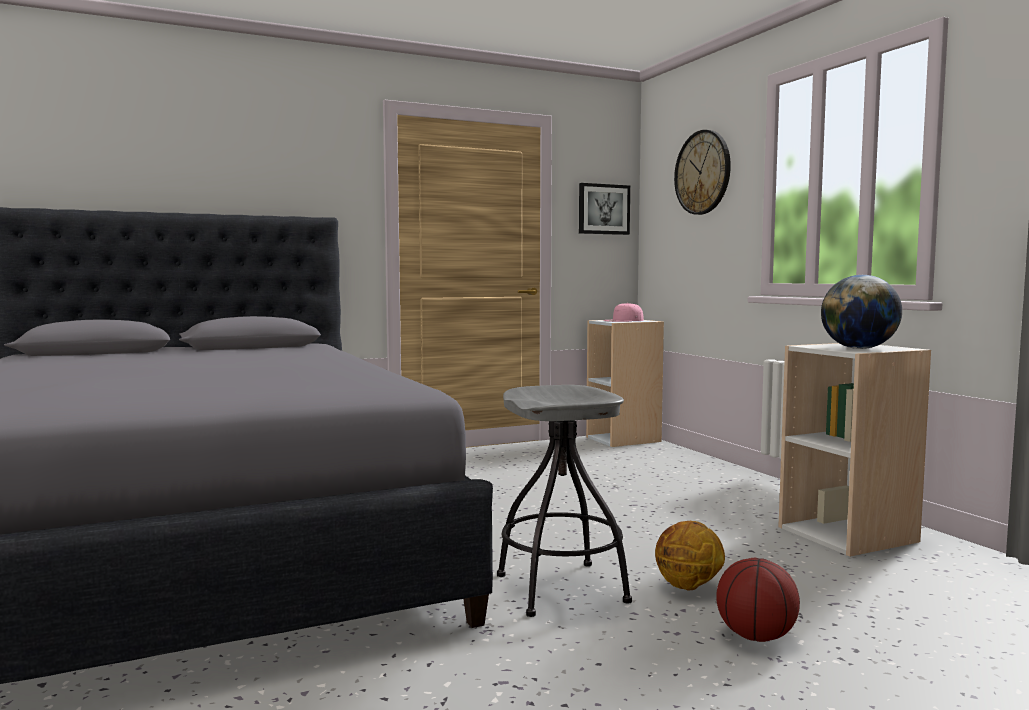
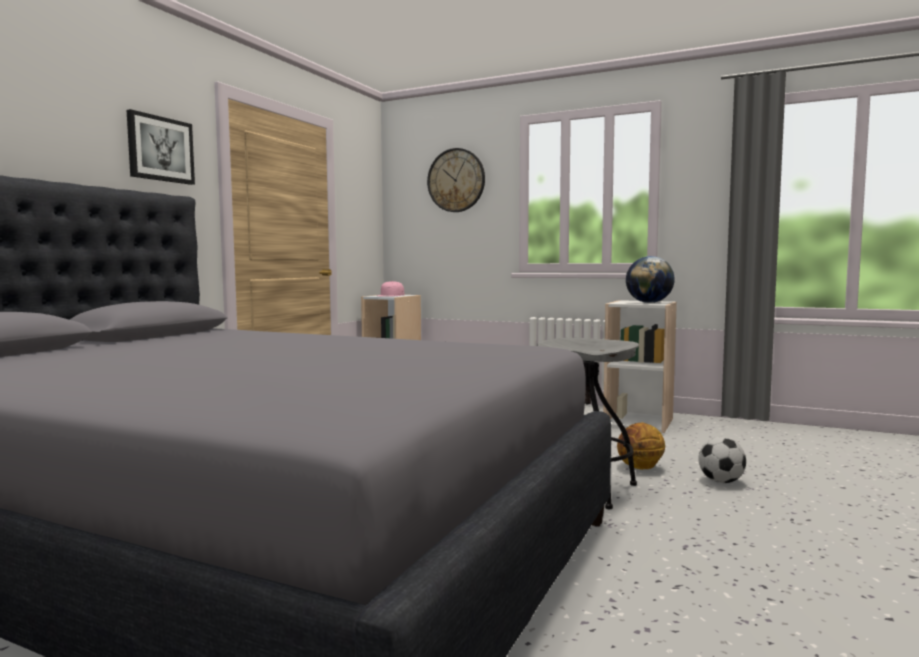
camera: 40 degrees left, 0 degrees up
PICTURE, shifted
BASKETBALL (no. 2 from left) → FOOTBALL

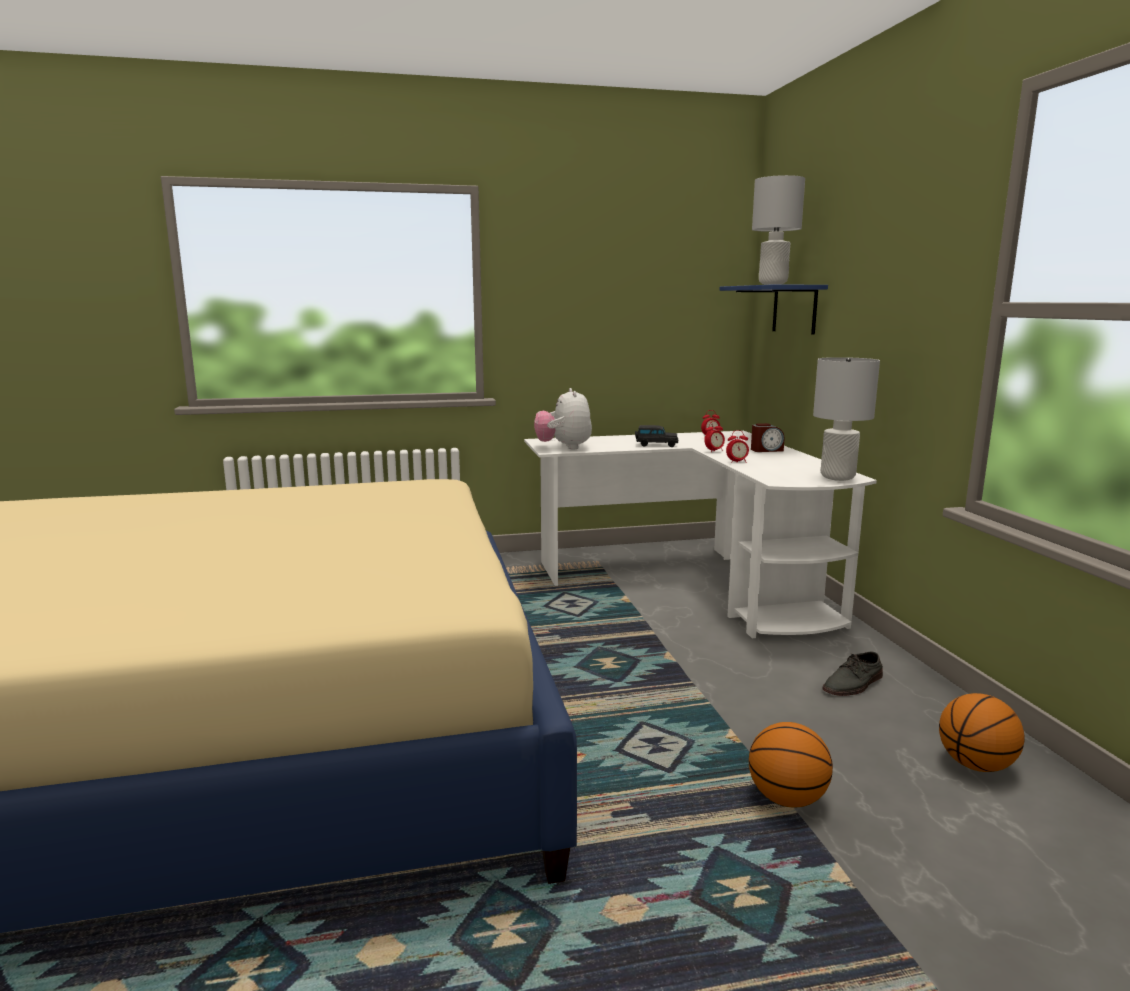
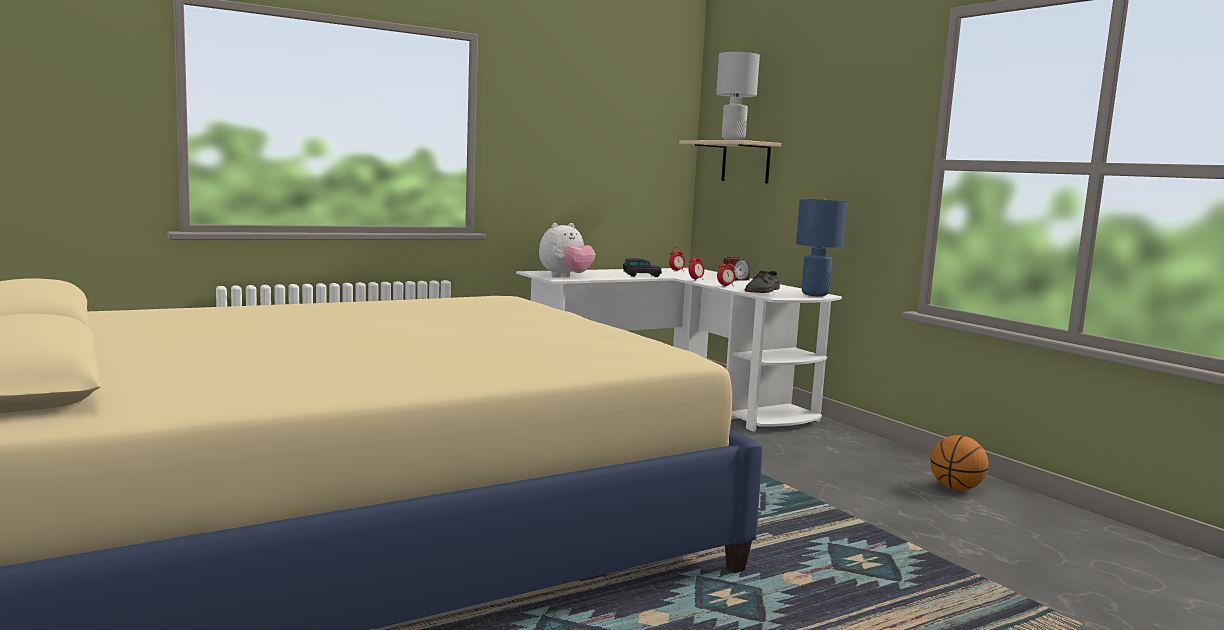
camera: 20 degrees left, 5 degrees down
BLUE SHELF → BEIGE SHELF
GREY TABLE LAMP (no. 2 from left) → BLUE TABLE LAMP
PLUSH TOY, 105 degrees counterclockwise
GREY SHOE, shifted
BASKETBALL (no. 1 from left) → -

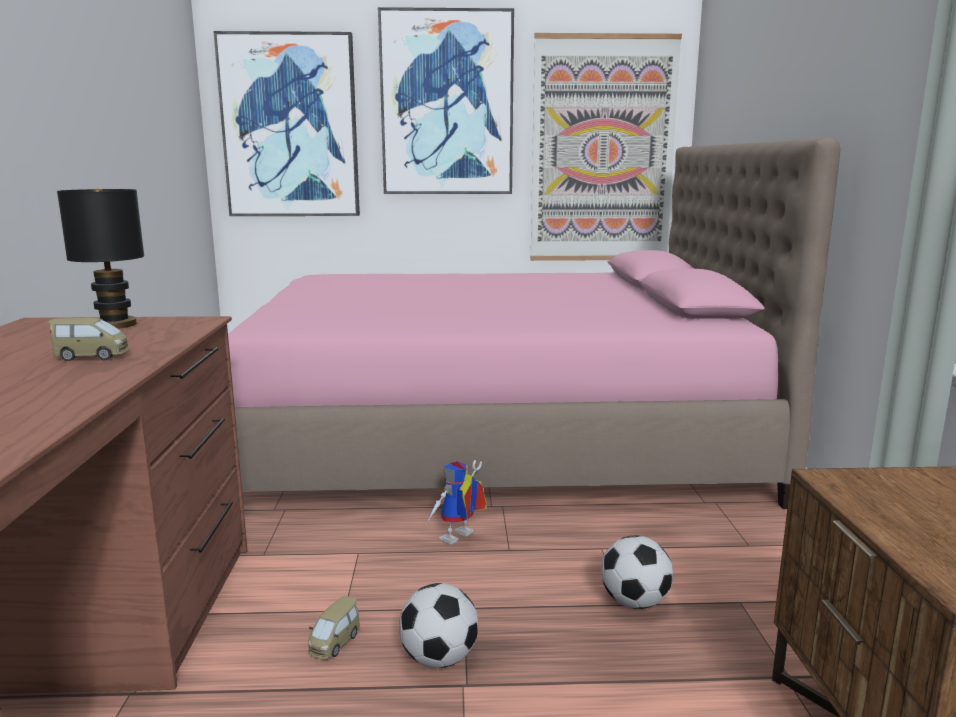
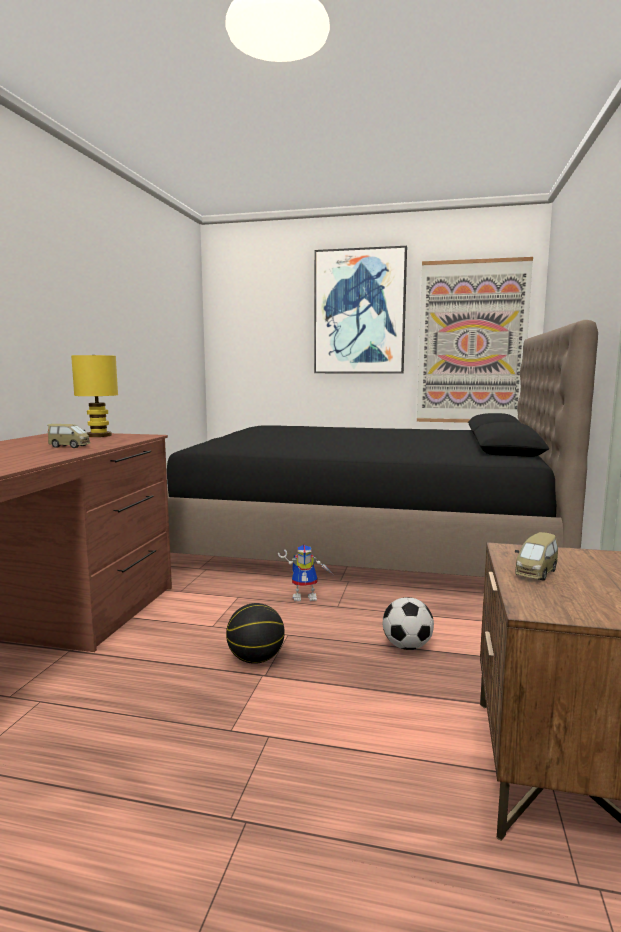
camera: 15 degrees right, 5 degrees down
PICTURE (no. 1 from left) → -
PINK BED → BLACK BED
BLACK TABLE LAMP → YELLOW TABLE LAMP
TOY ROBOT, 150 degrees counterclockwise
FOOTBALL (no. 1 from left) → BASKETBALL
TOY CAR (no. 2 from left), shifted

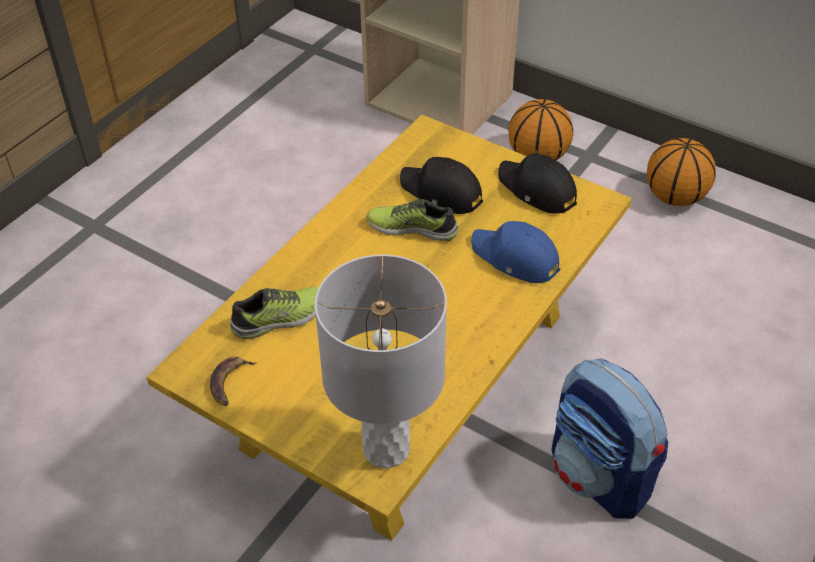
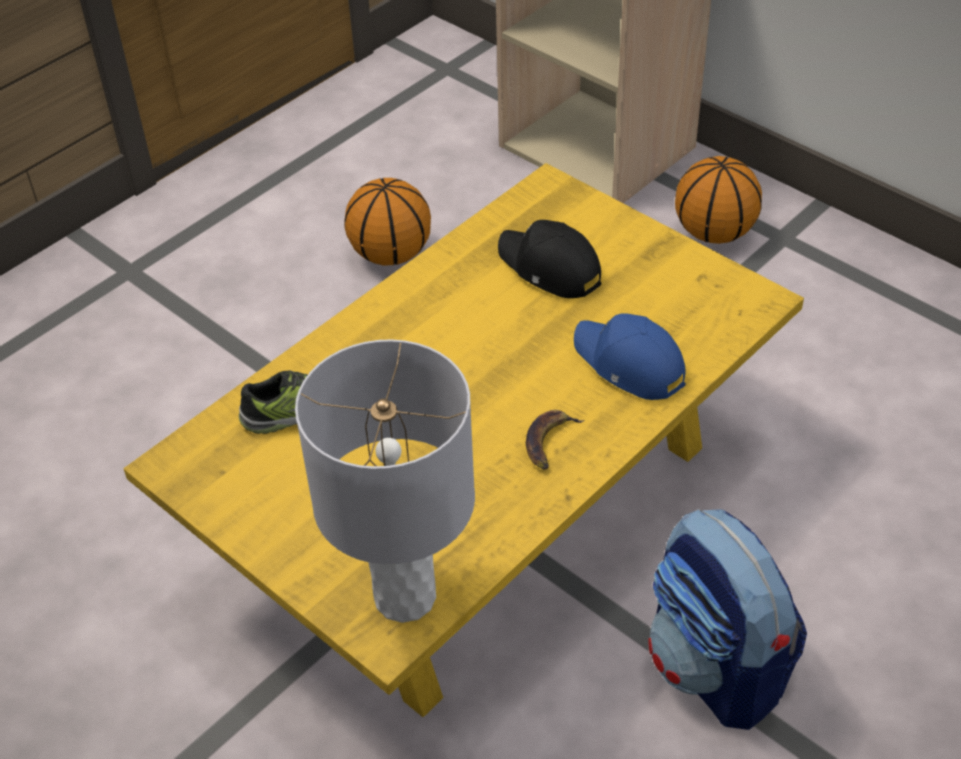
camera: 10 degrees right, 0 degrees up
BASKETBALL (no. 2 from left in the first image) → BASKETBALL (no. 1 from left), shifted
BLACK CAP (no. 2 from left) → -
SHOE (no. 2 from left) → -
BANANA, shifted

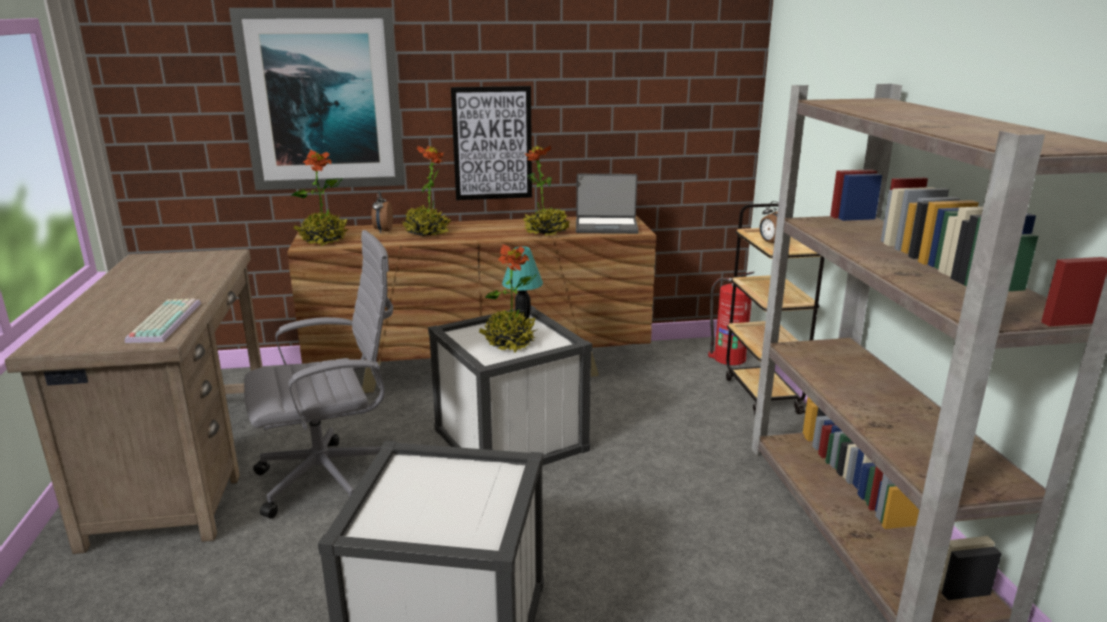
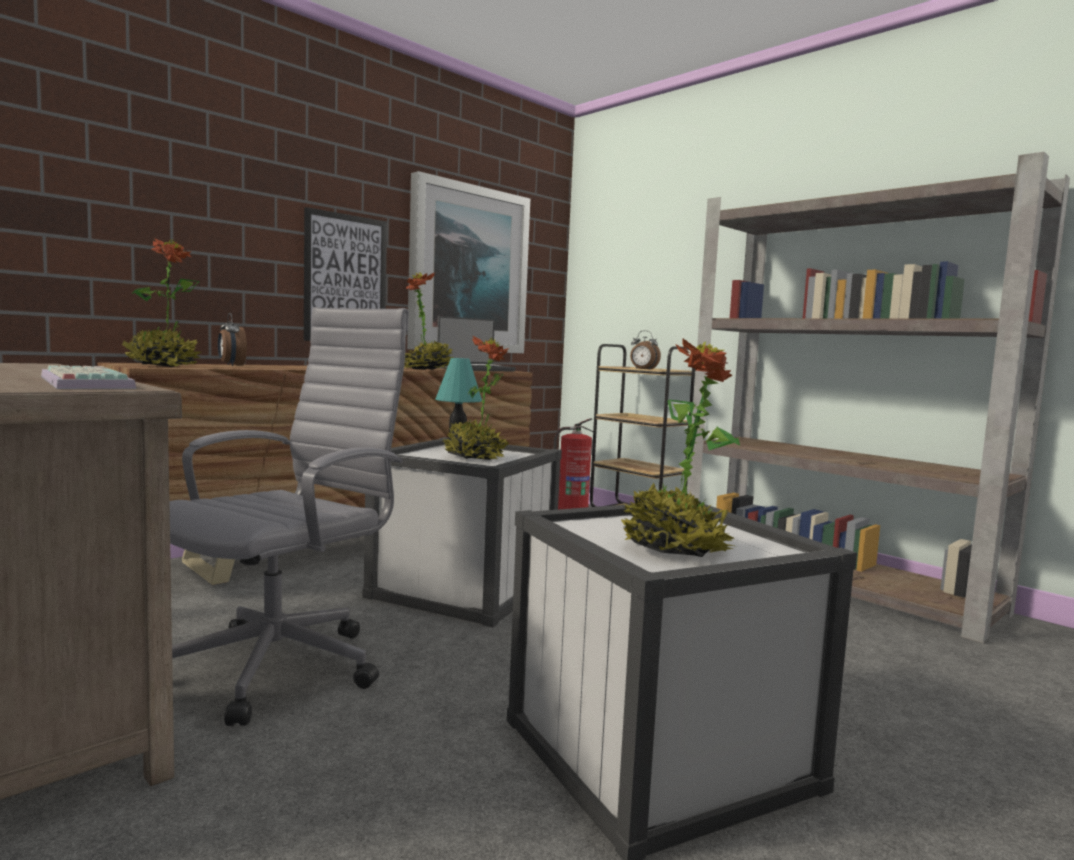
camera: 35 degrees left, 15 degrees down
PICTURE (no. 1 from left in the first image) → PICTURE (no. 2 from left), shifted
POTTED PLANT (no. 2 from left in the first image) → POTTED PLANT (no. 4 from left), shifted

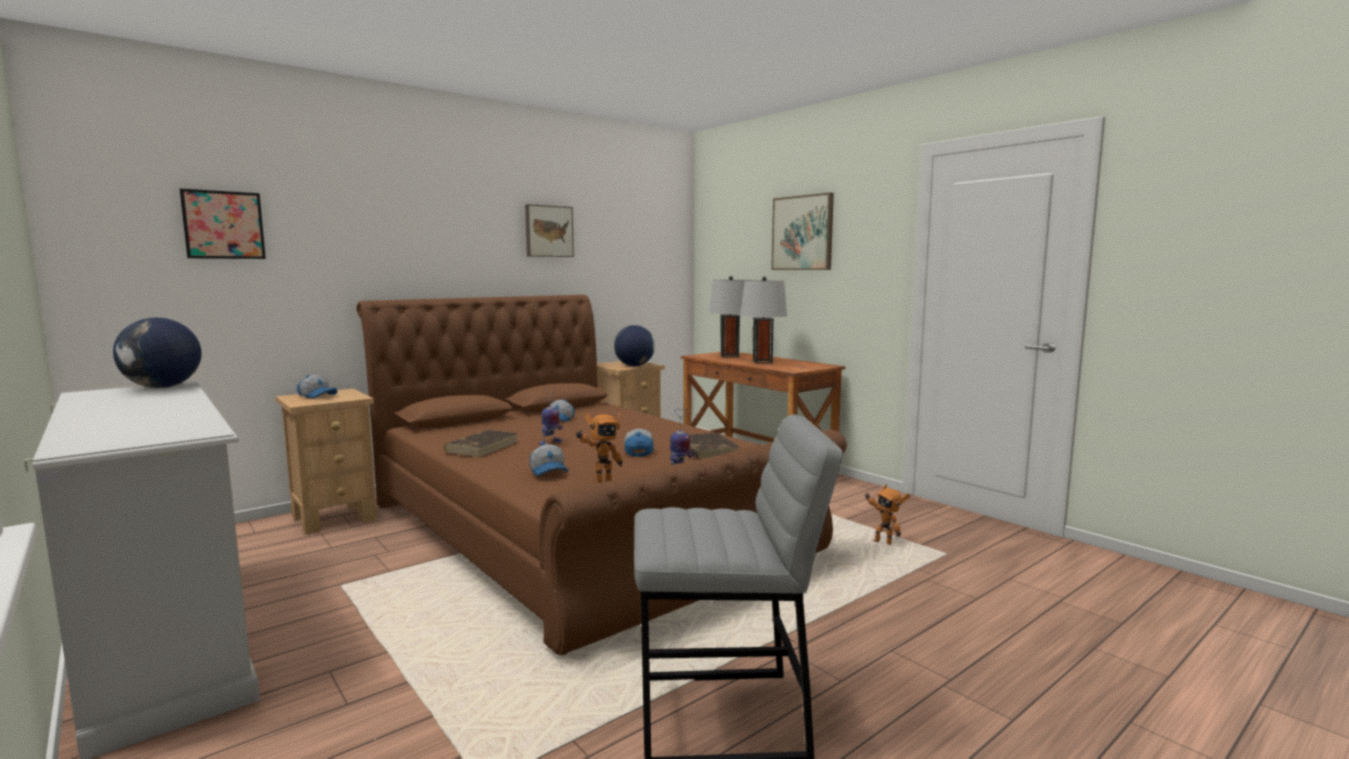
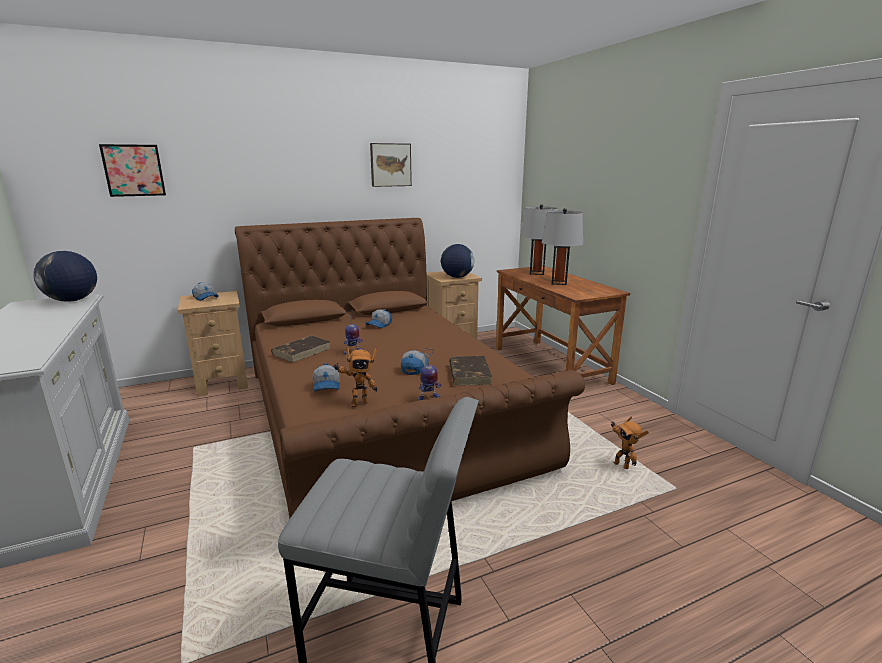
camera: 15 degrees right, 10 degrees up
PICTURE (no. 3 from left) → -

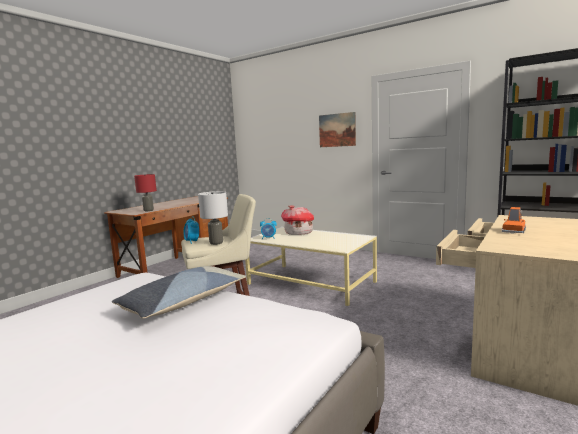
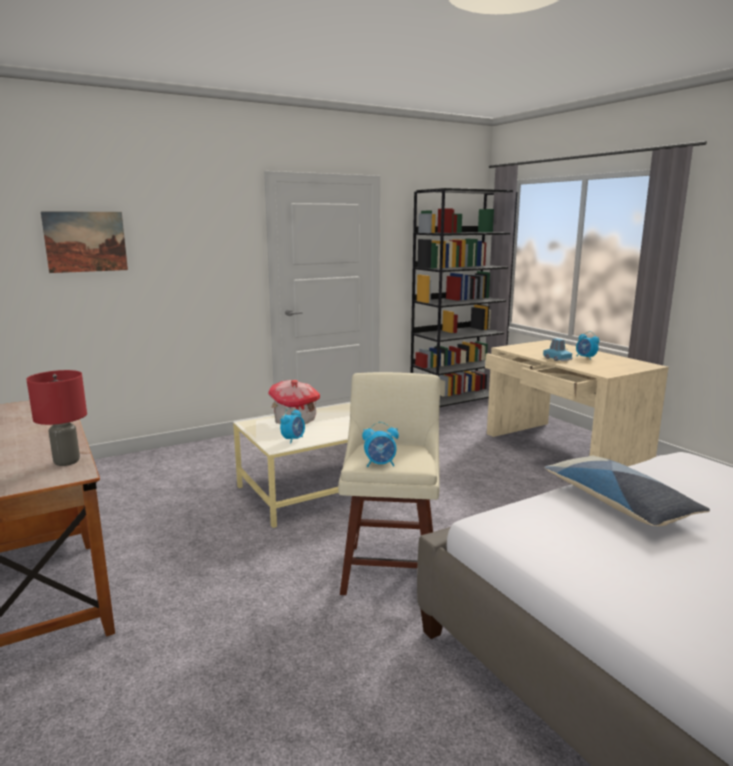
camera: 65 degrees left, 5 degrees up
PICTURE, shifted
WHITE TABLE LAMP → -
ORANGE TOY CAR → BLUE TOY CAR
- → ALARM CLOCK (no. 3 from left)

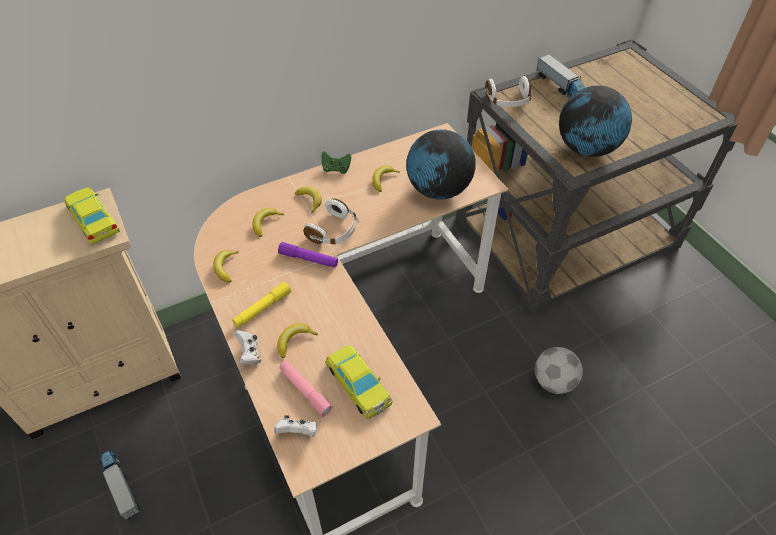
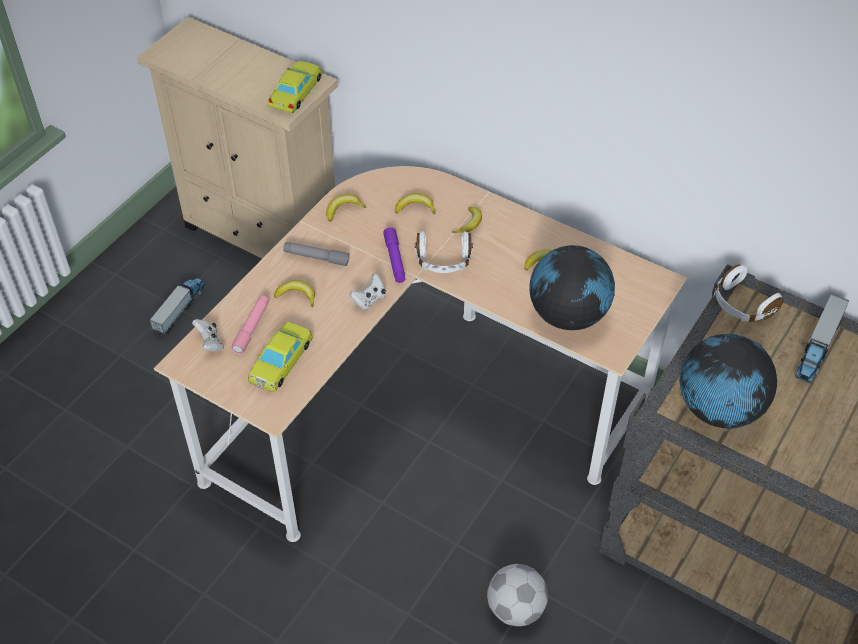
camera: 60 degrees right, 0 degrees up
GREEN GAME CONTROLLER → -
YELLOW FLASHLIGHT → GREY FLASHLIGHT
WHITE GAME CONTROLLER (no. 1 from left in the first image) → WHITE GAME CONTROLLER (no. 2 from left), shifted

